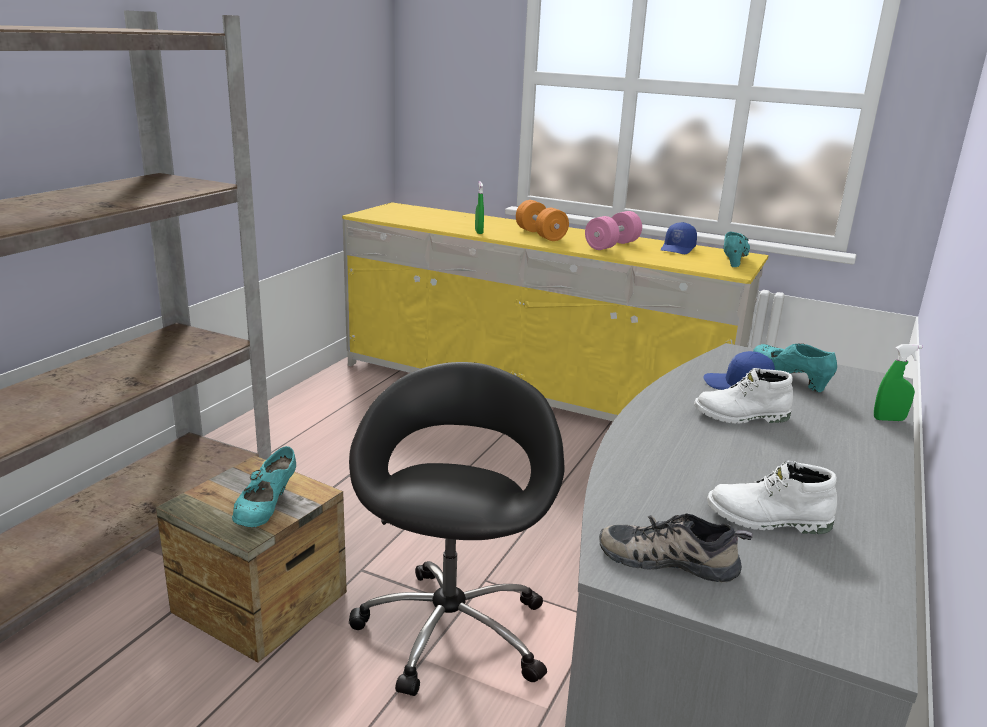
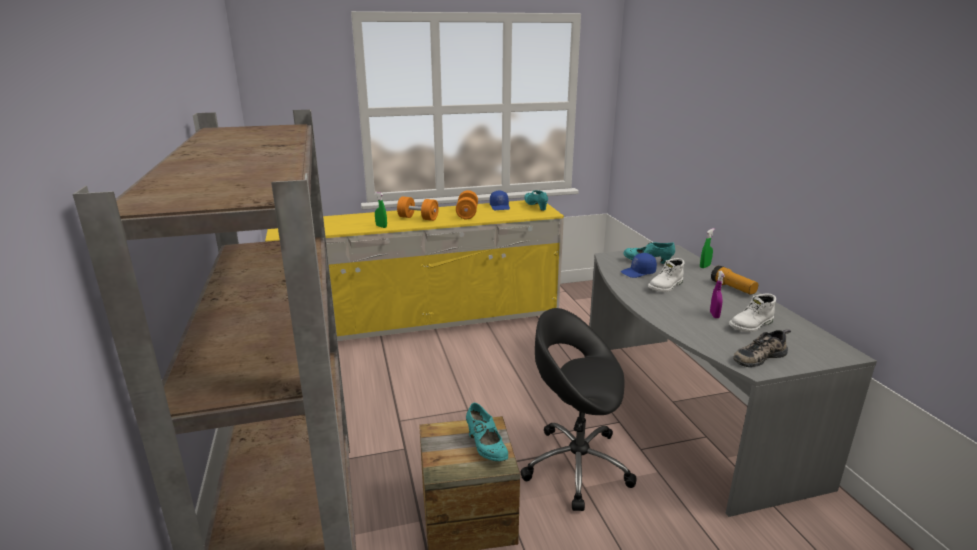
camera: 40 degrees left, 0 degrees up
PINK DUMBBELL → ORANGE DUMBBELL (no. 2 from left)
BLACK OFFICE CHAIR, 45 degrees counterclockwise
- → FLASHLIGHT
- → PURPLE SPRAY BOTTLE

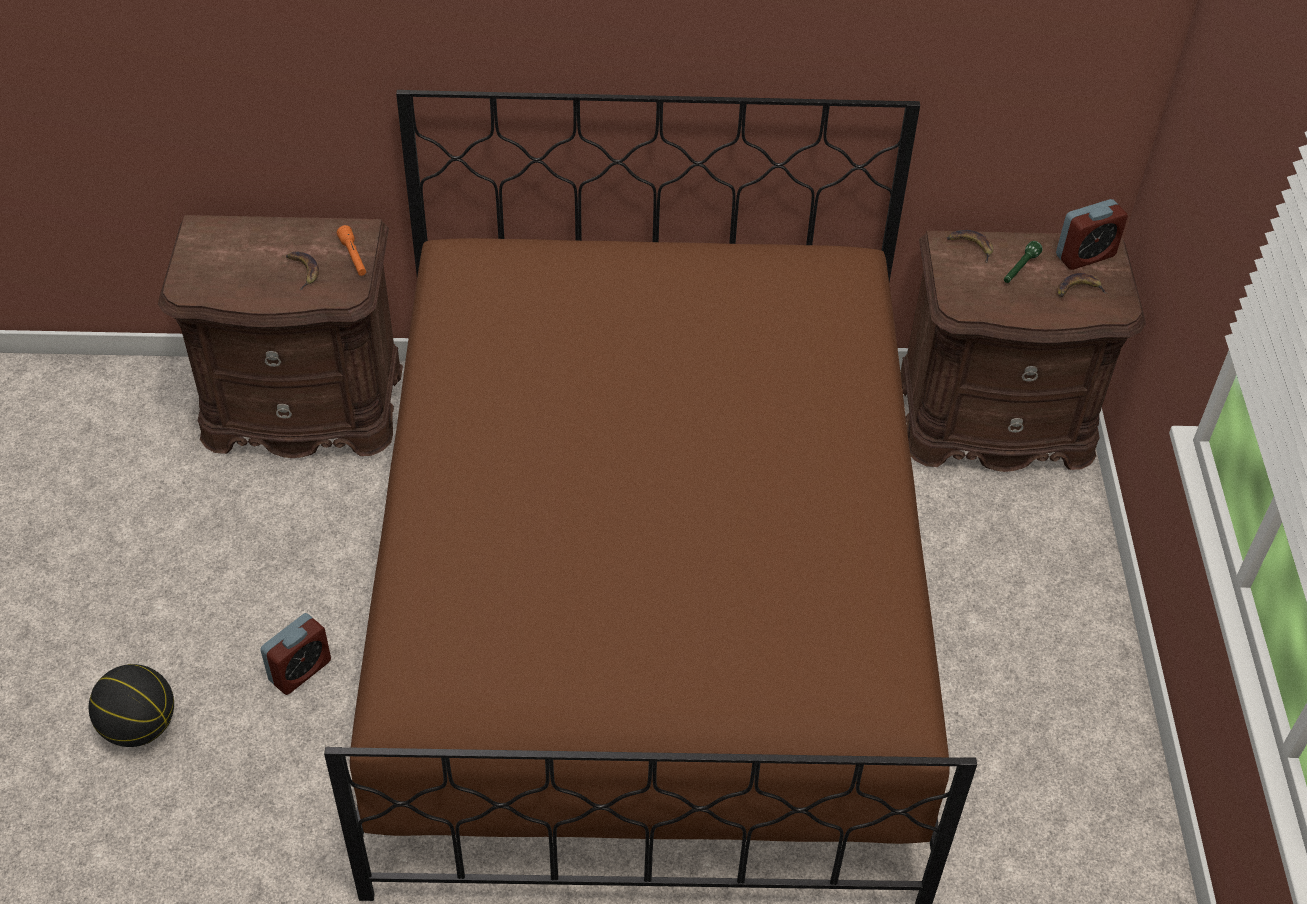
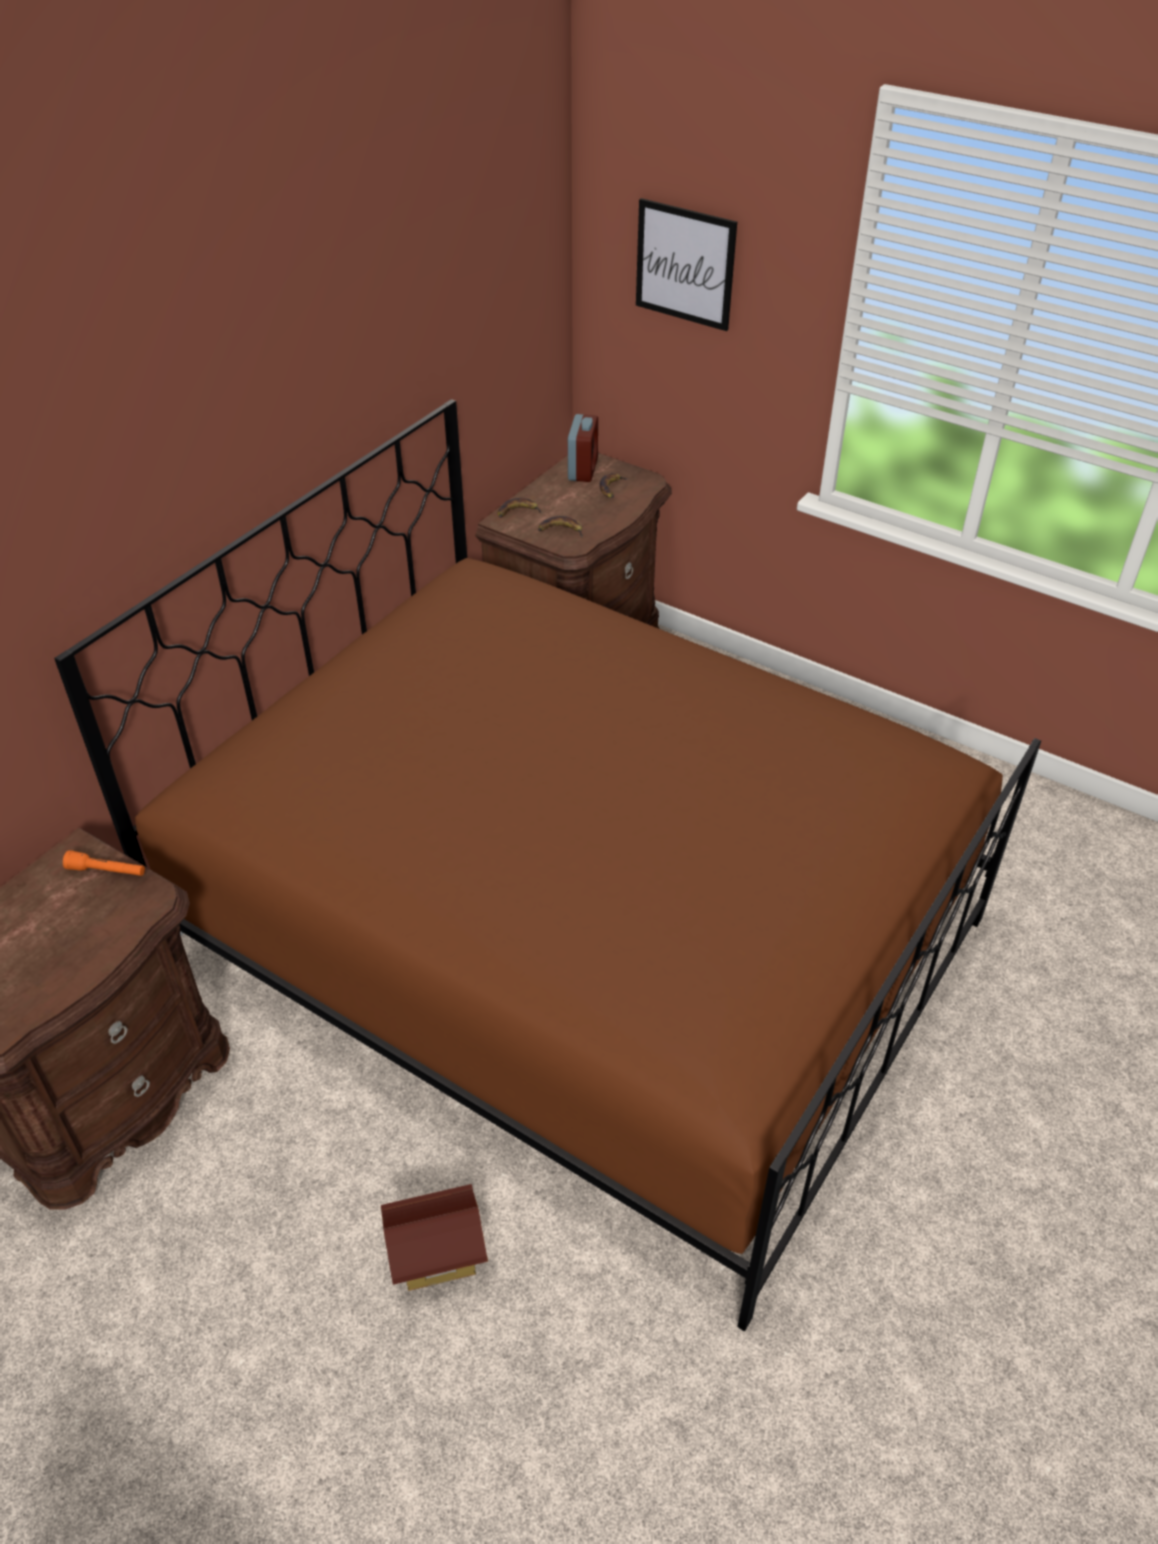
camera: 55 degrees left, 5 degrees down
GREEN FLASHLIGHT → -
BANANA (no. 1 from left in the first image) → BANANA (no. 2 from left), shifted
ALARM CLOCK (no. 1 from left) → TOY HOUSE
BASKETBALL → -
- → PICTURE

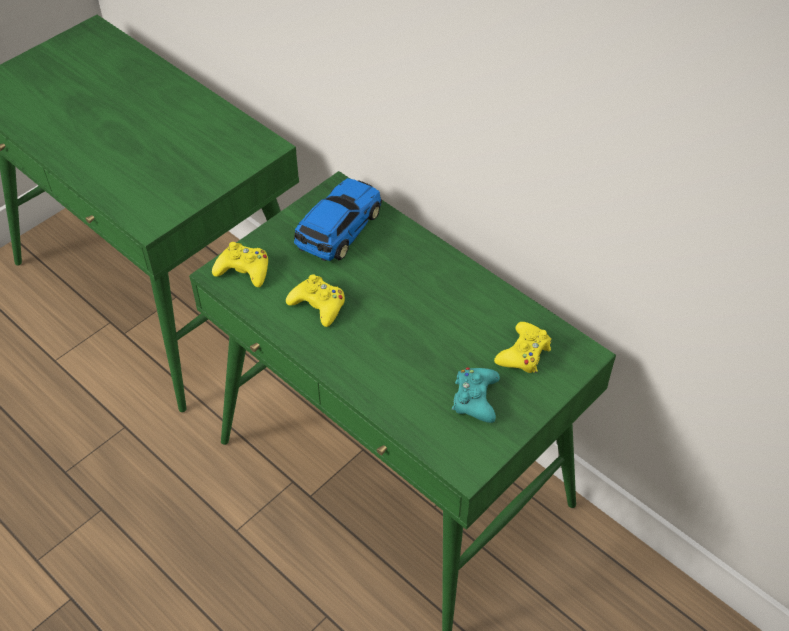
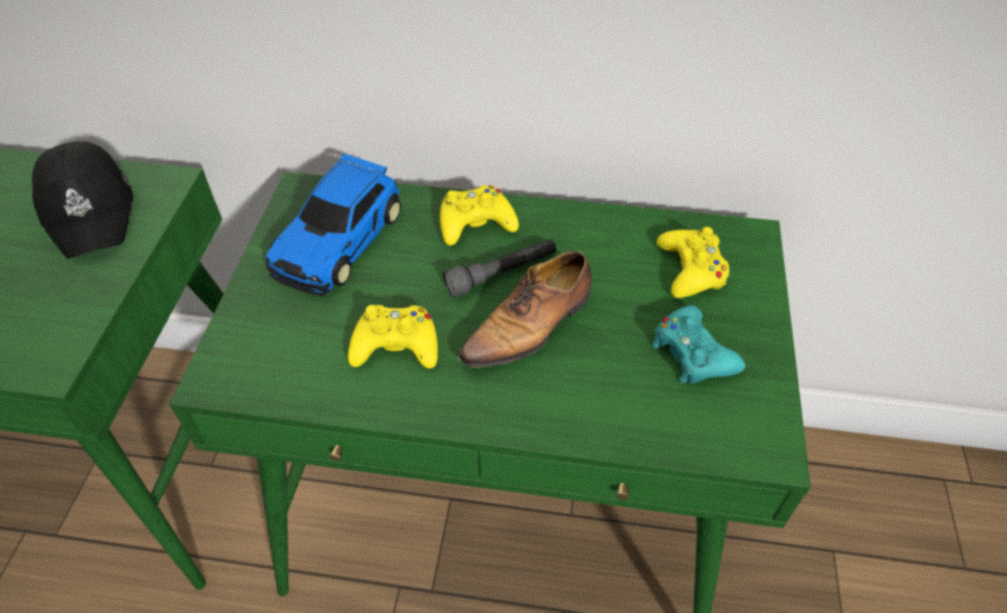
camera: 35 degrees left, 0 degrees up
TOY CAR, 150 degrees counterclockwise
YELLOW GAME CONTROLLER (no. 1 from left in the first image) → YELLOW GAME CONTROLLER (no. 2 from left), shifted
- → BLACK CAP
- → GREY FLASHLIGHT
- → SHOE

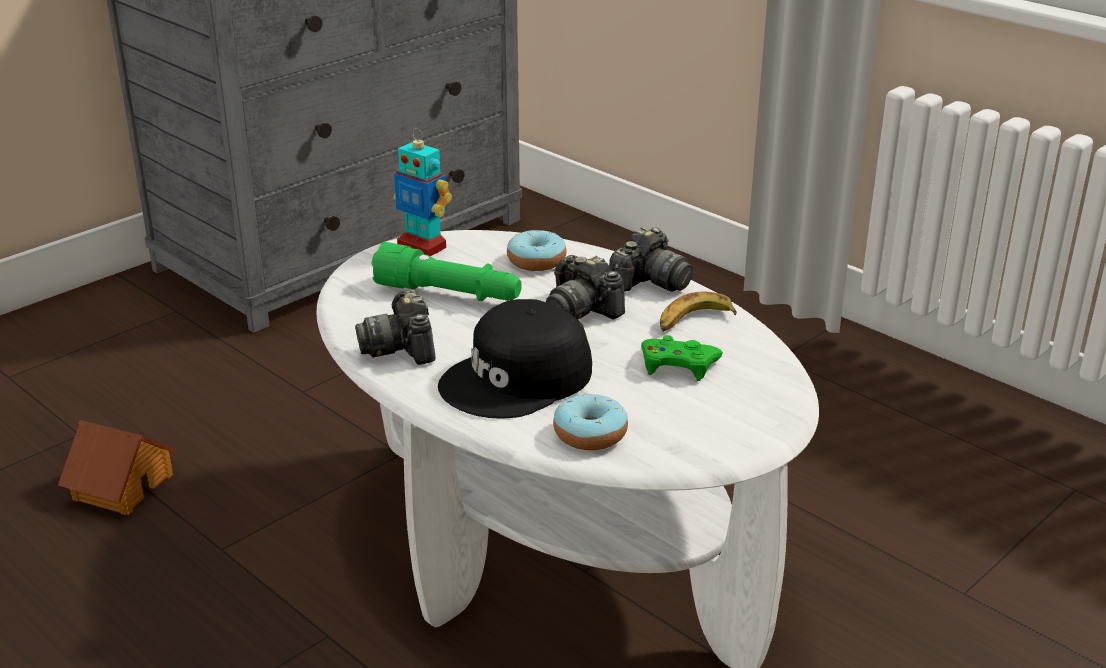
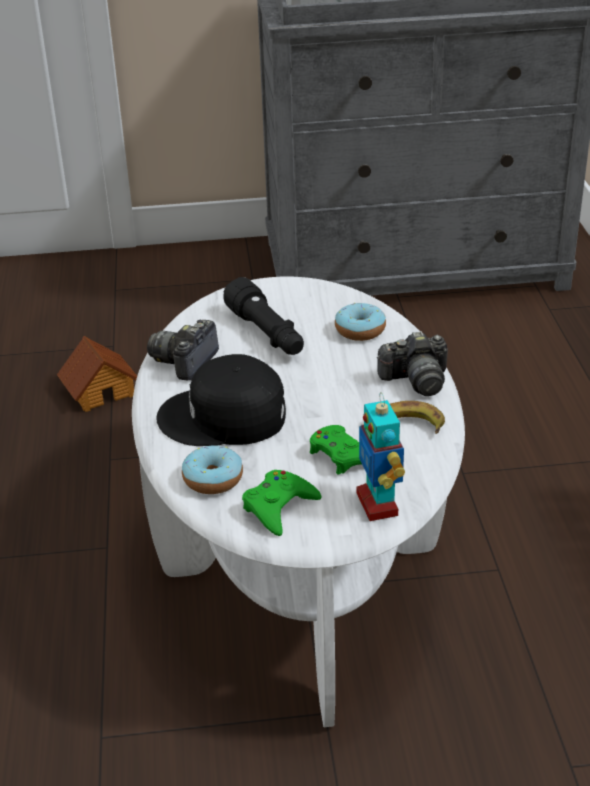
camera: 40 degrees right, 5 degrees up
TOY ROBOT, shifted
GREEN FLASHLIGHT → BLACK FLASHLIGHT
PHOTO CAMERA (no. 2 from left) → -
- → GREEN GAME CONTROLLER (no. 1 from left)

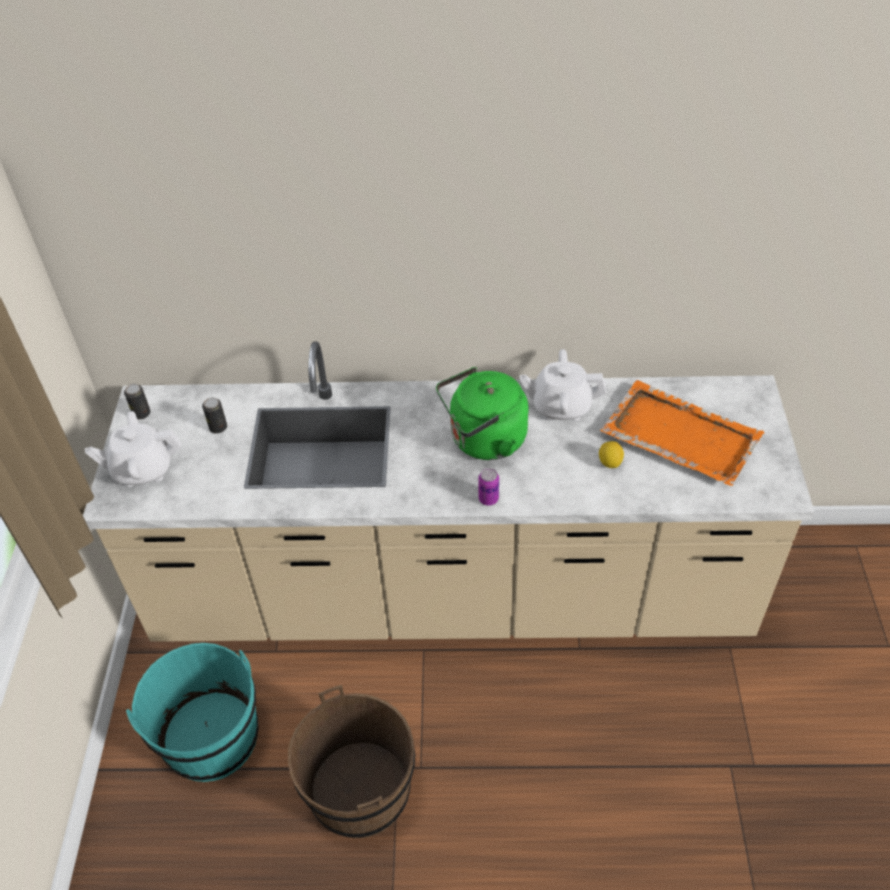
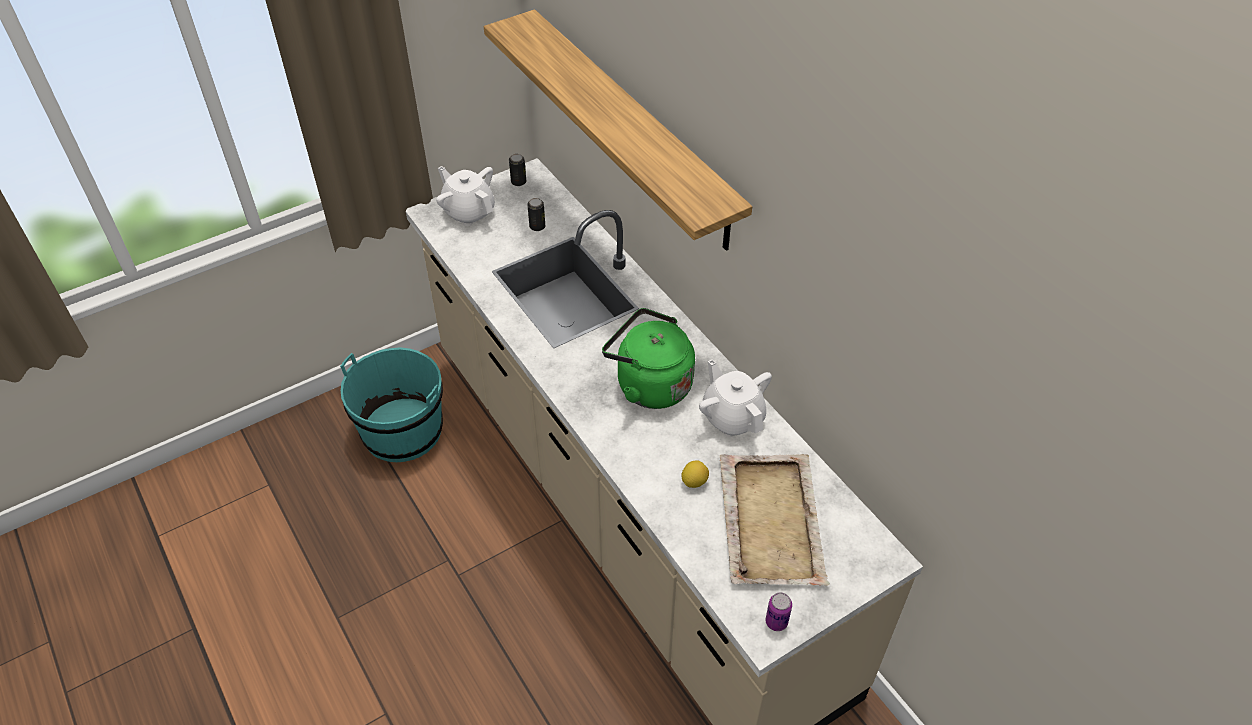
camera: 55 degrees right, 0 degrees up
ORANGE TRAY → BEIGE TRAY
CAN (no. 3 from left), shifted
BROWN BUCKET → -
- → SHELF

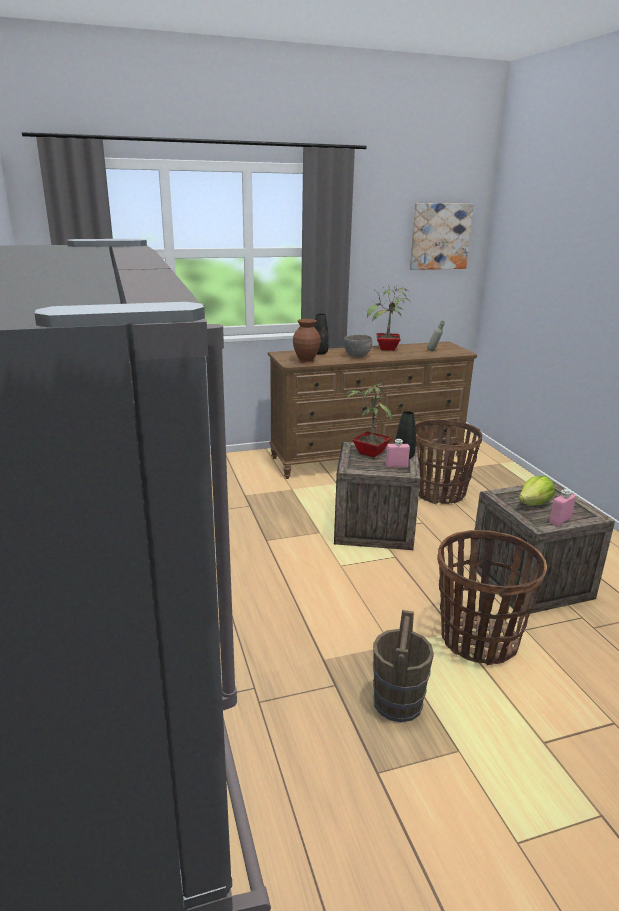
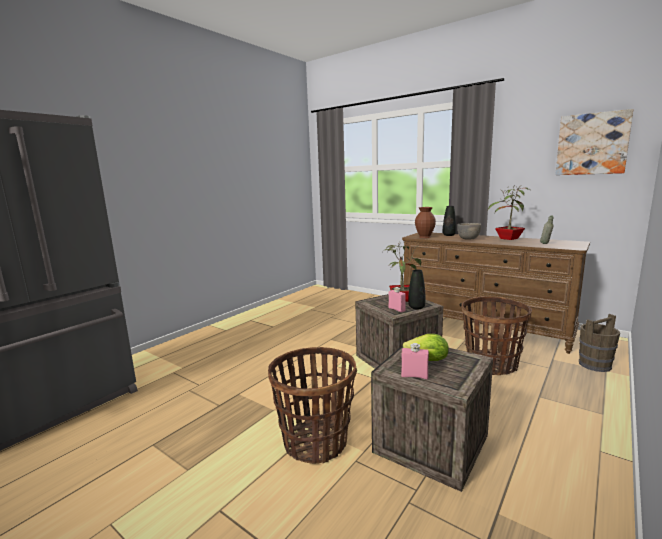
camera: 55 degrees right, 10 degrees down
BROWN BUCKET, shifted

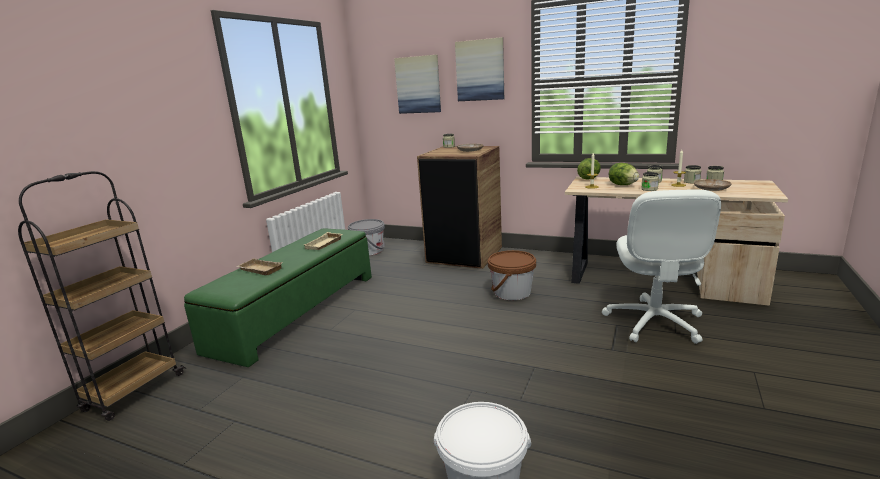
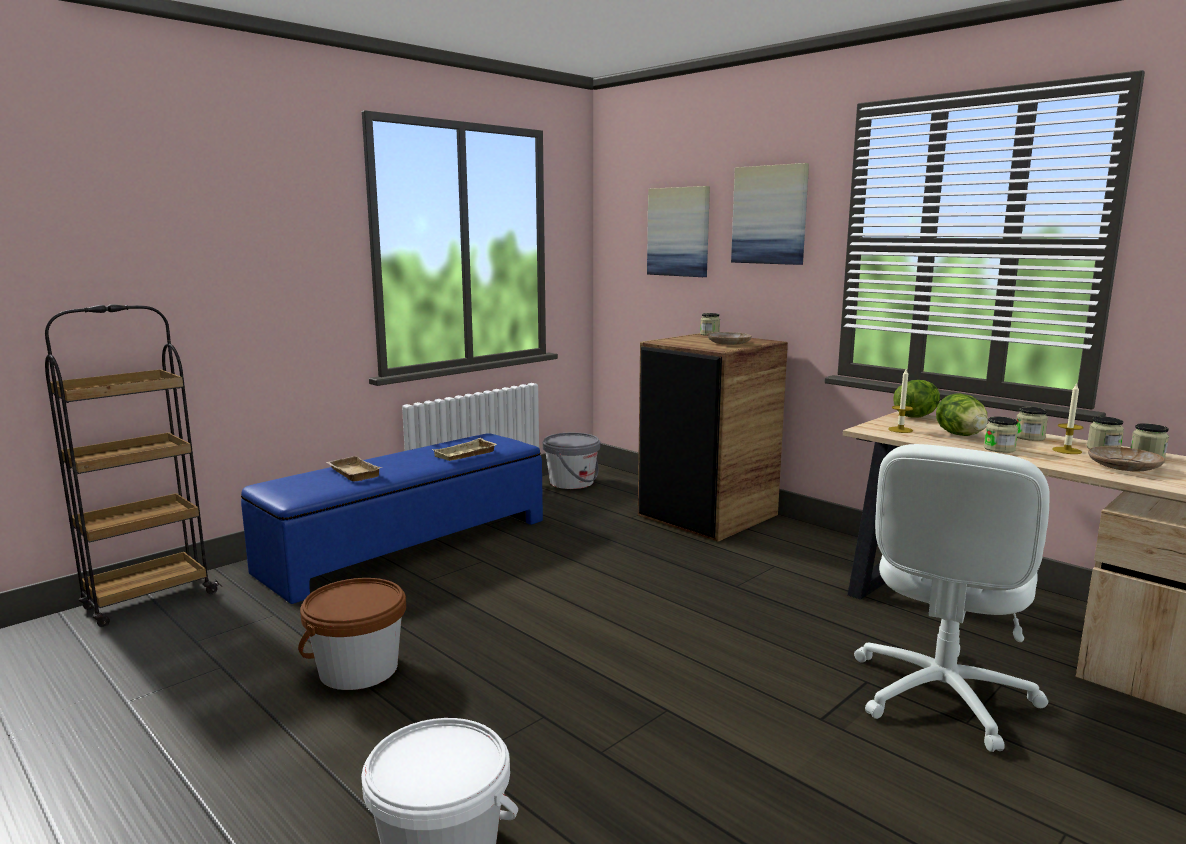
camera: 20 degrees right, 5 degrees down
GREEN BENCH → BLUE BENCH
BROWN BUCKET, shifted

